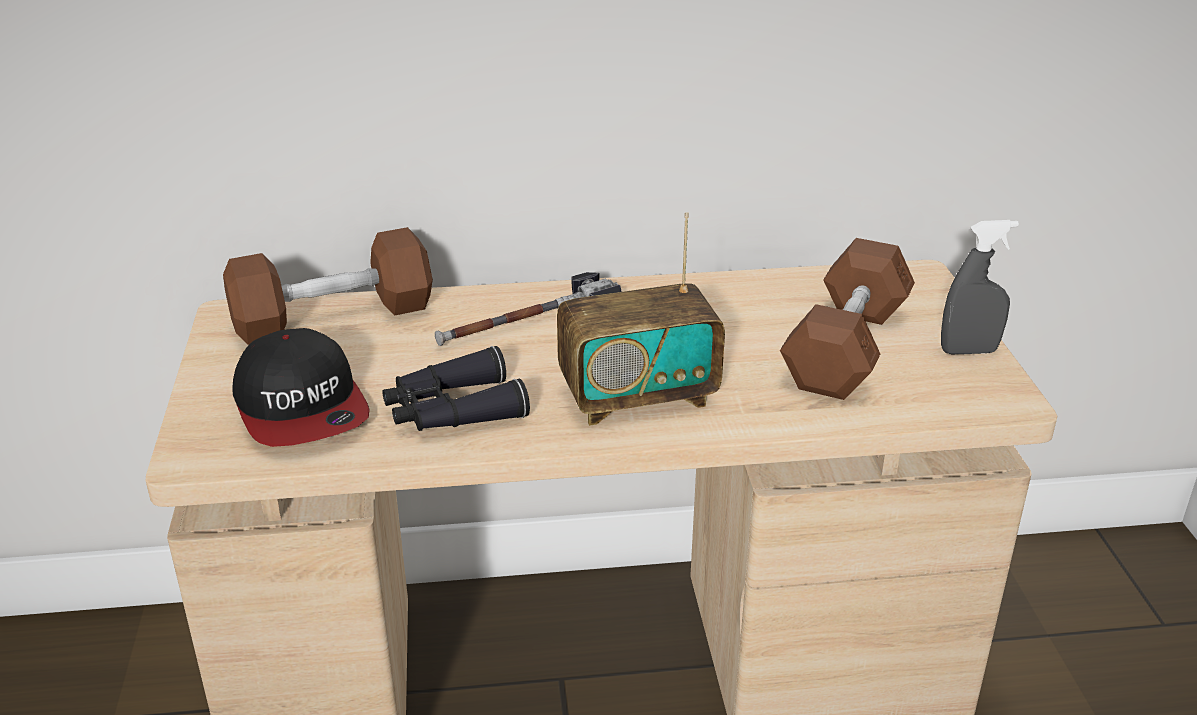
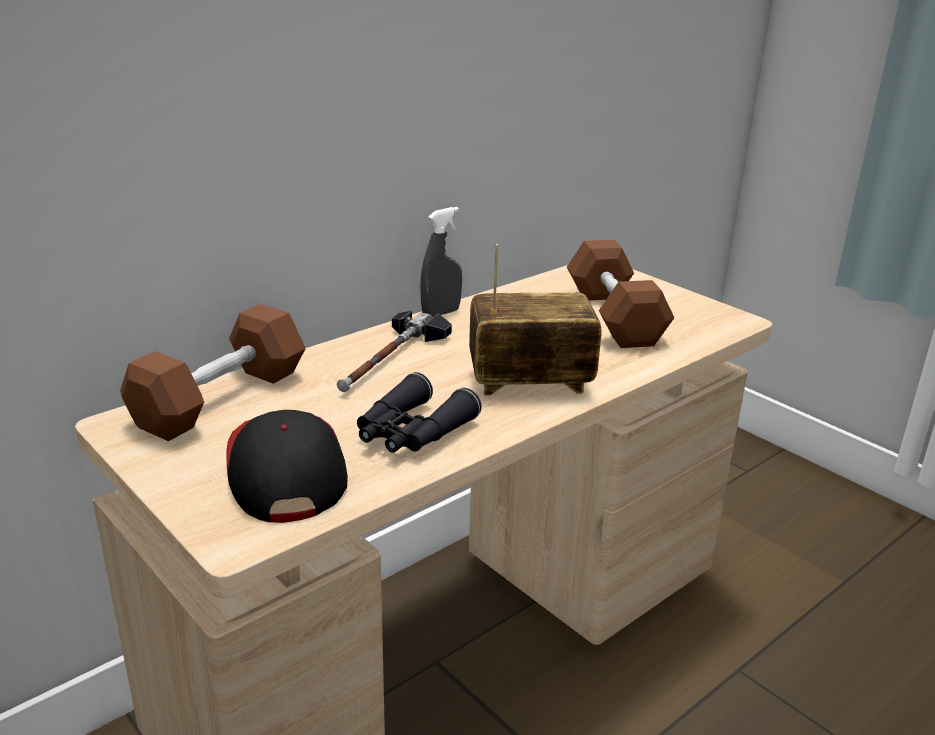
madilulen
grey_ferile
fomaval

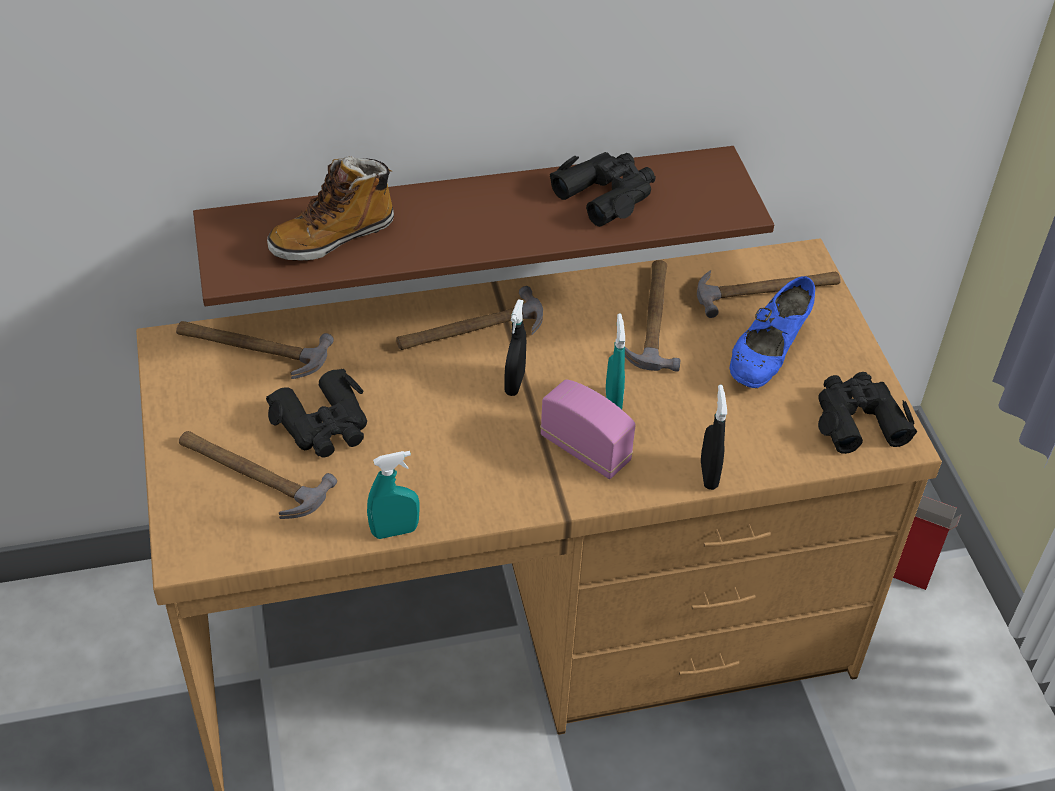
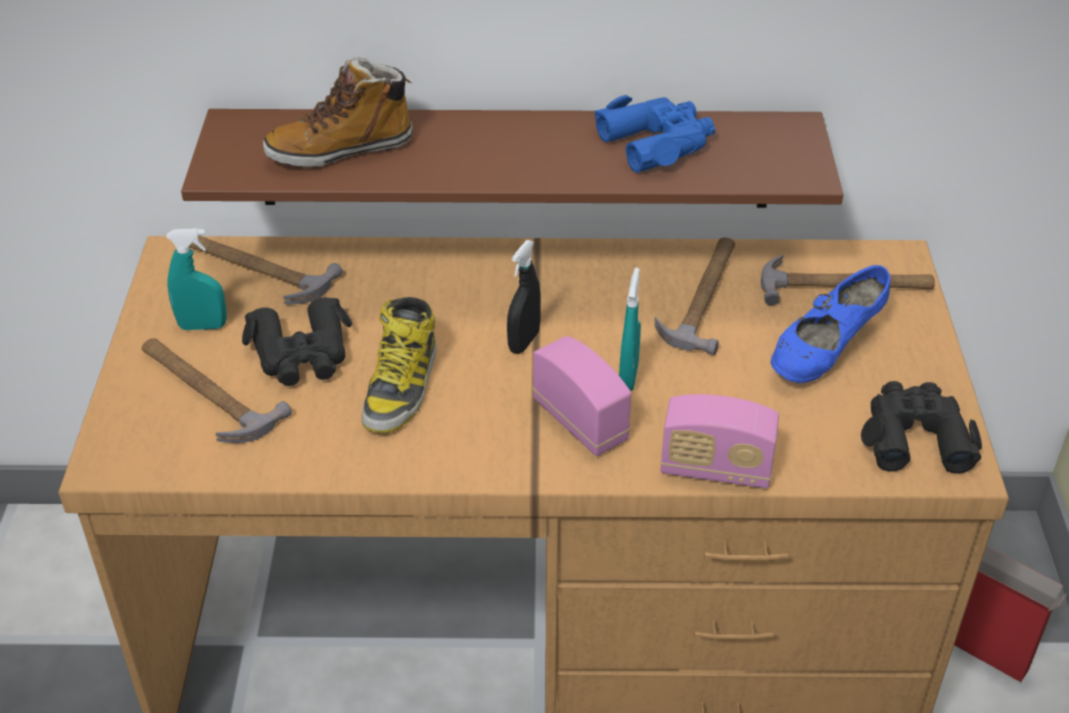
turquoise_ferile (1st from left)
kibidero (2nd from left)
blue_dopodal
fomaval (2nd from left)
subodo (3rd from left in the first image)

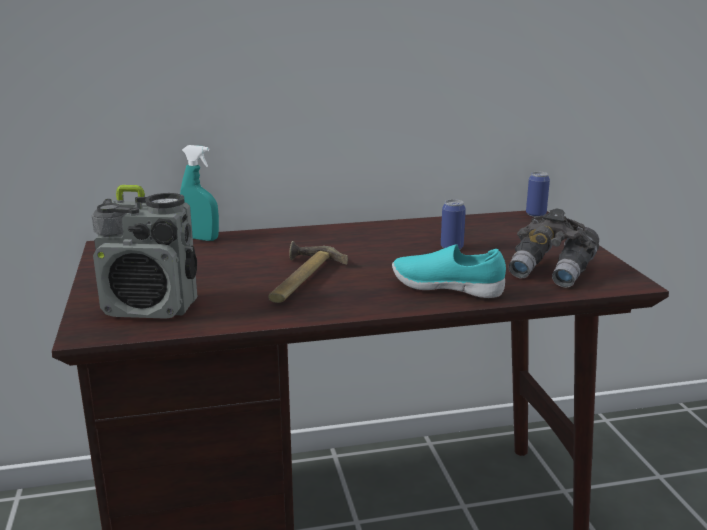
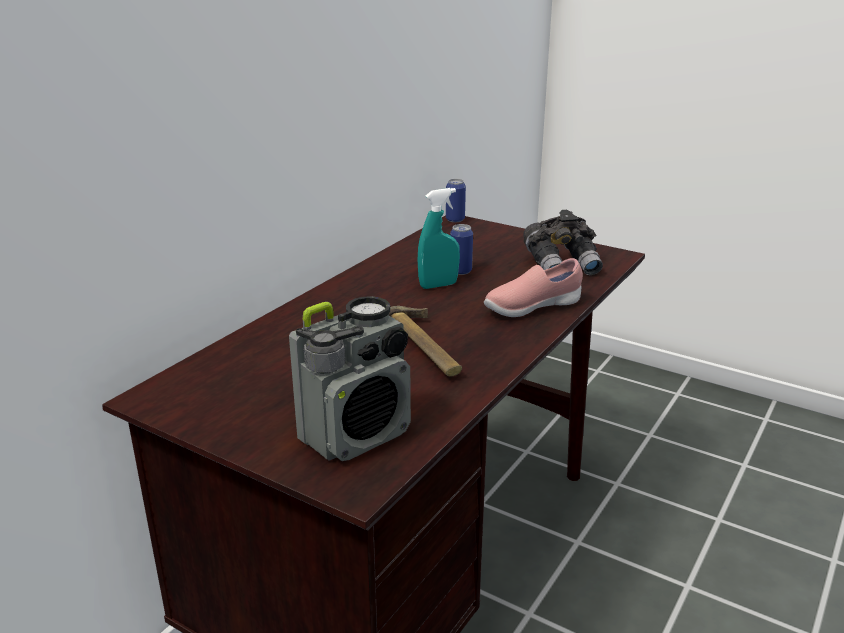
turquoise_ferile
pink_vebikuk

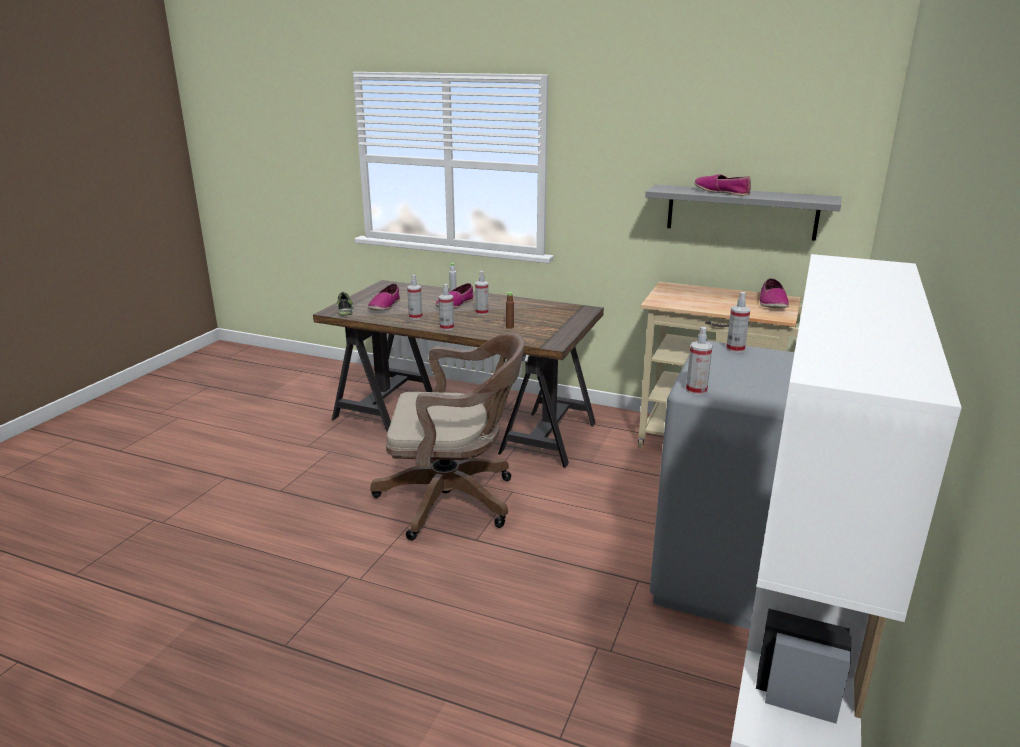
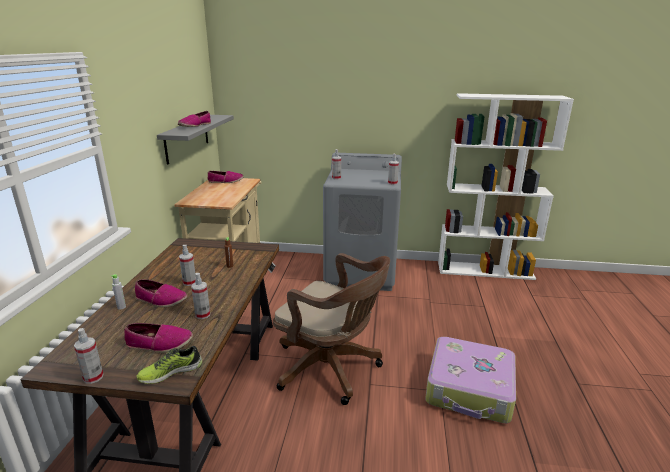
ferile (1st from left)
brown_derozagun
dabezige

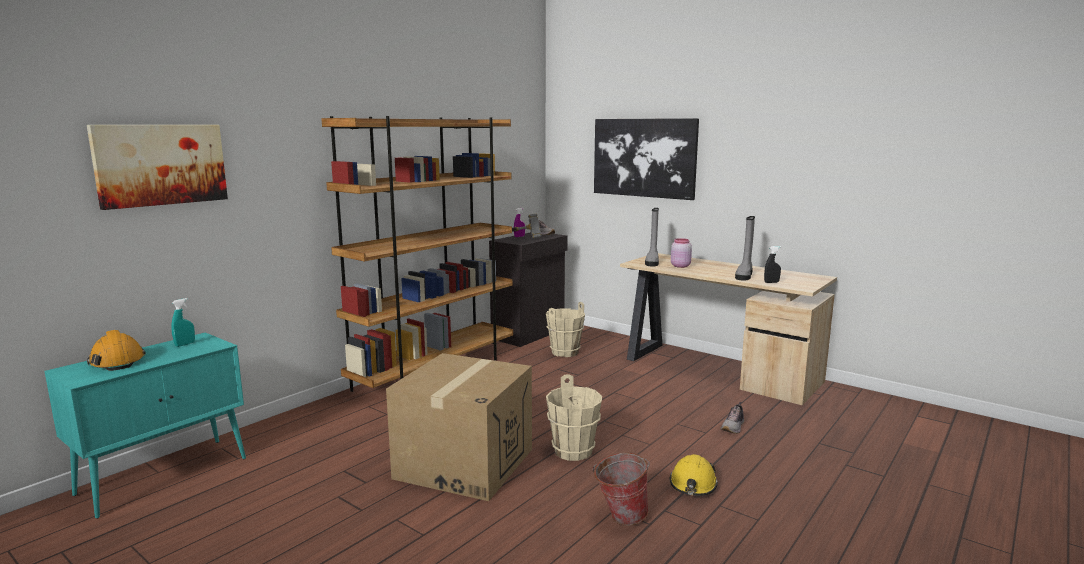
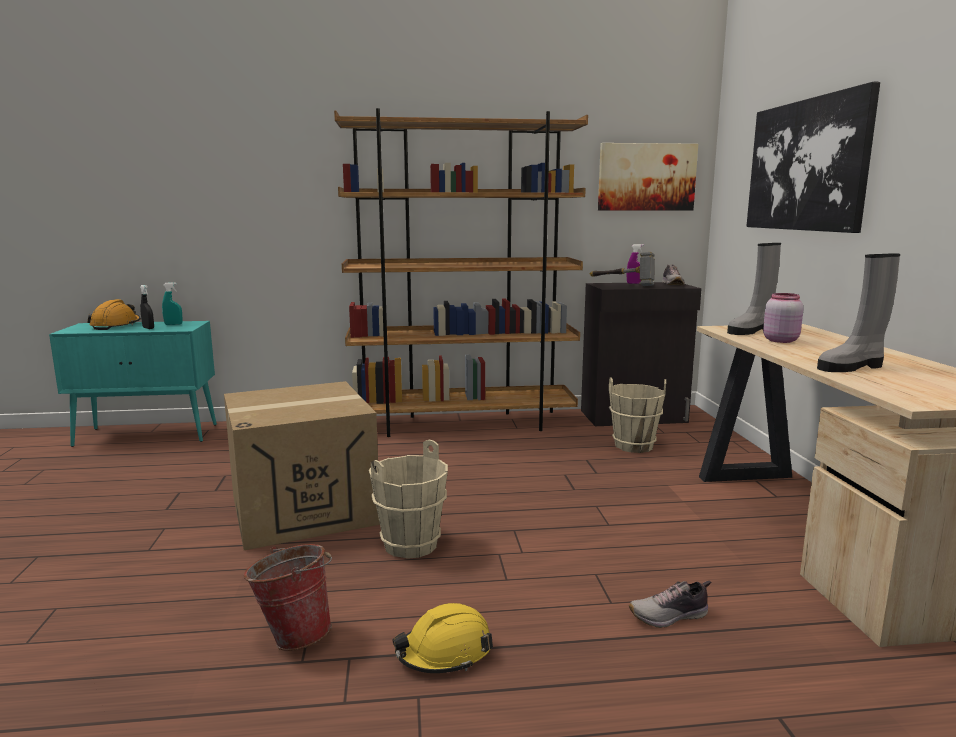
black_ferile
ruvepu (1st from left)

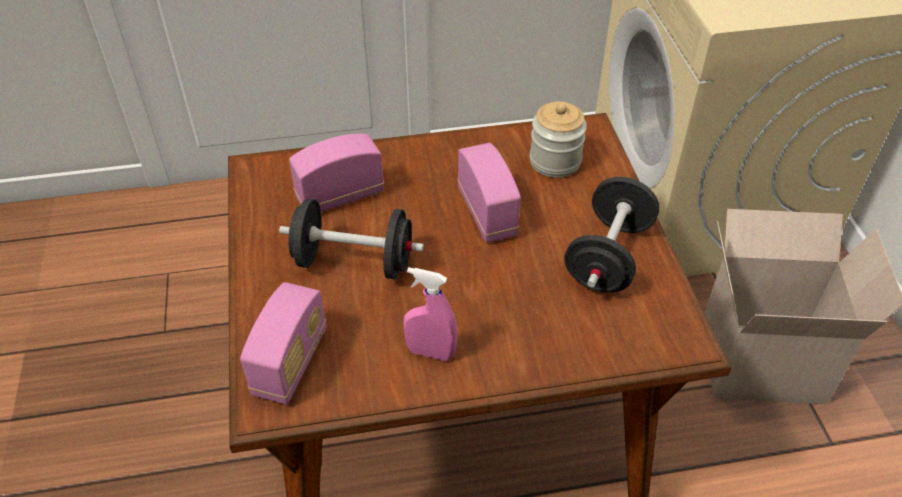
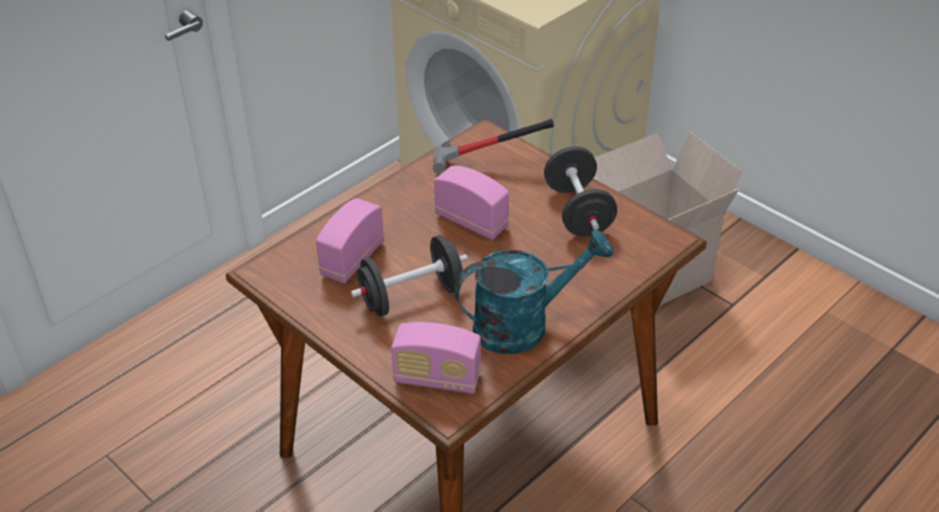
fomaval (2nd from left)
subodo
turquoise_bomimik

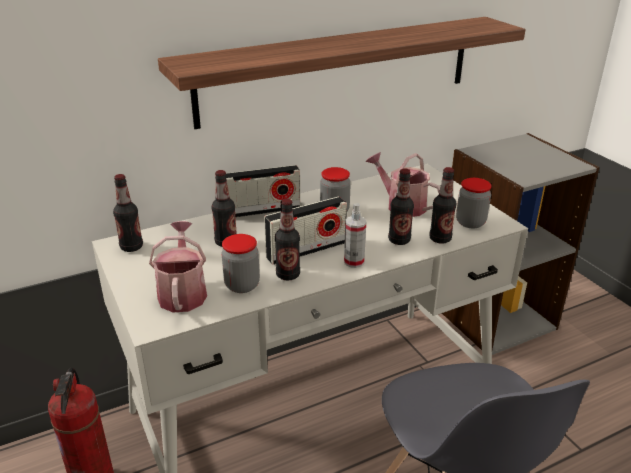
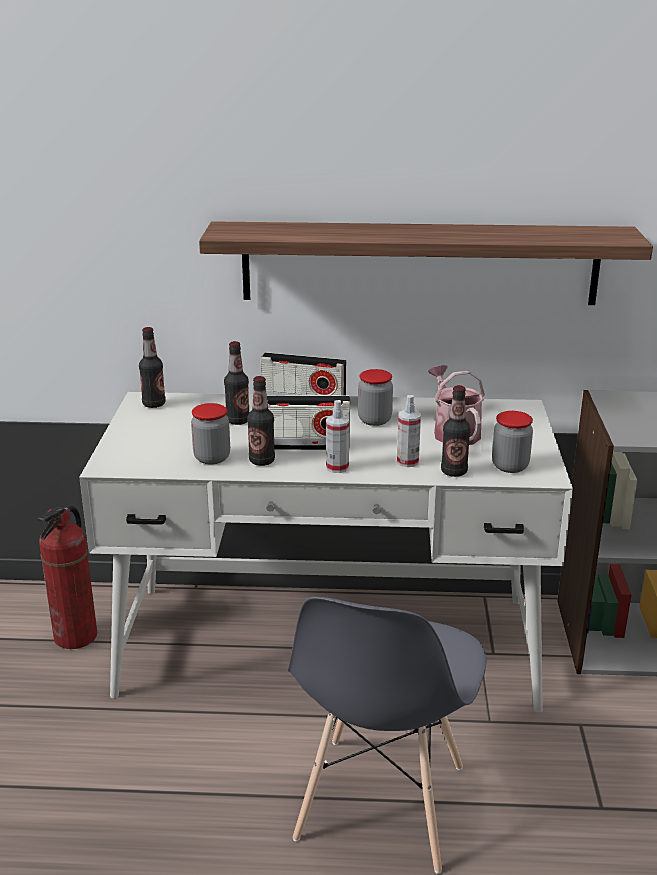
ferile (2nd from left)
bomimik (1st from left in the first image)

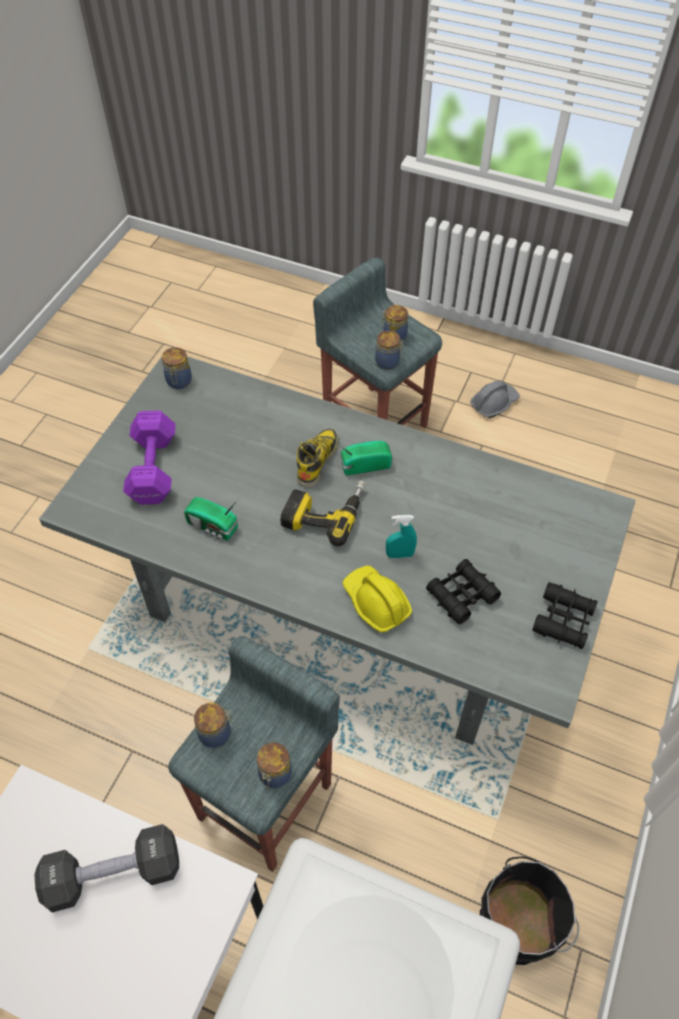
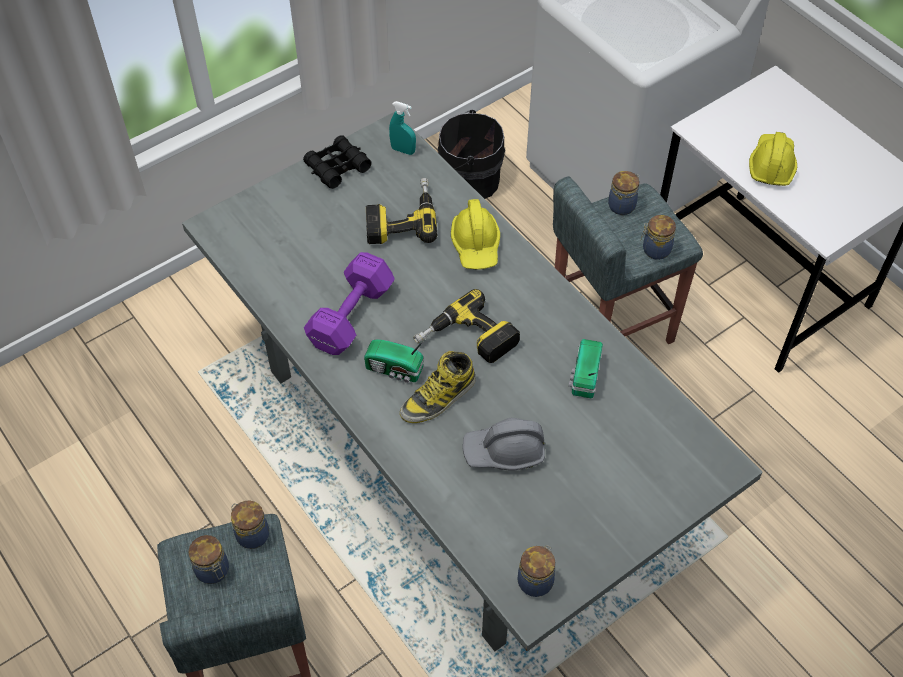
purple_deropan
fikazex (1st from left)
turquoise_ferile
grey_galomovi
fomaval (2nd from left)
yellow_galomovi (2nd from left)

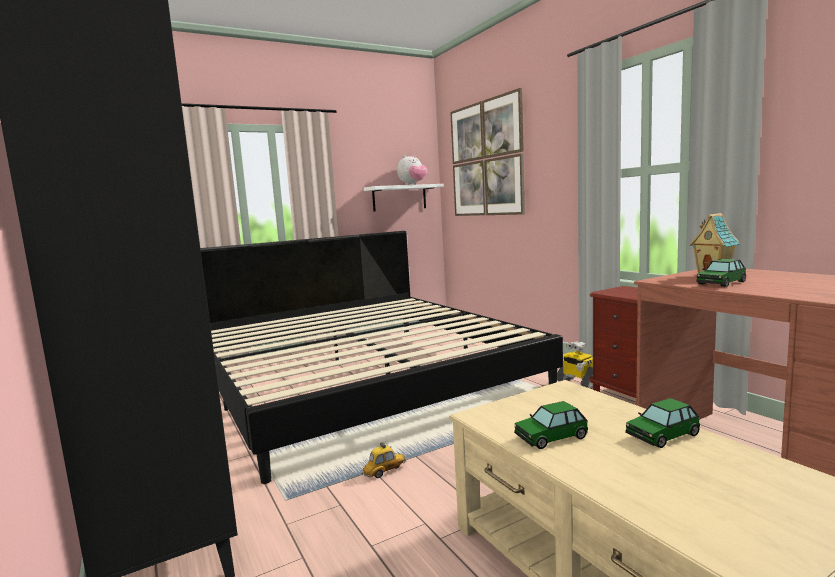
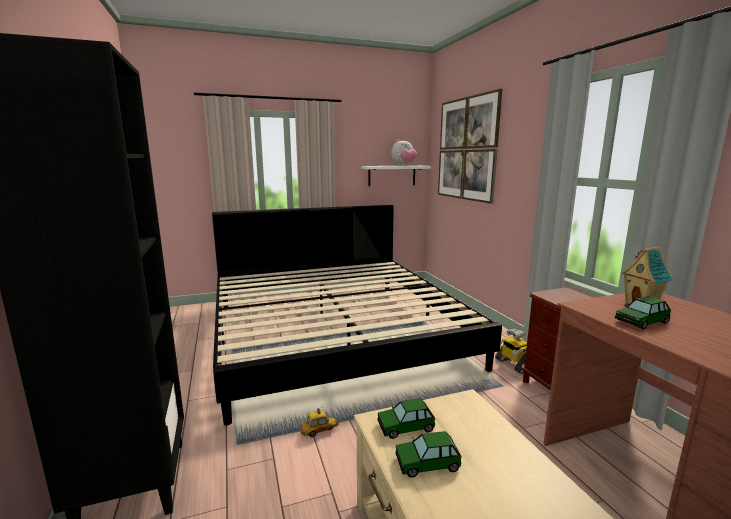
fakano (2nd from left)

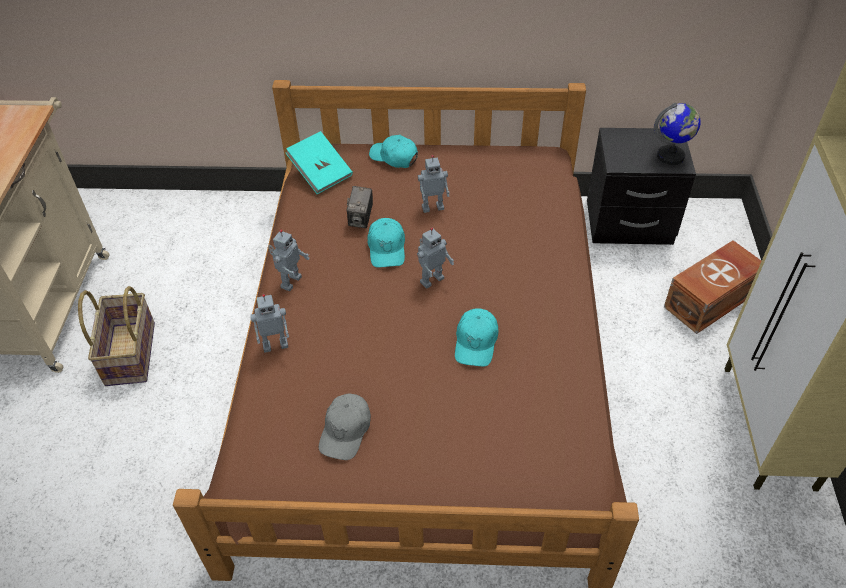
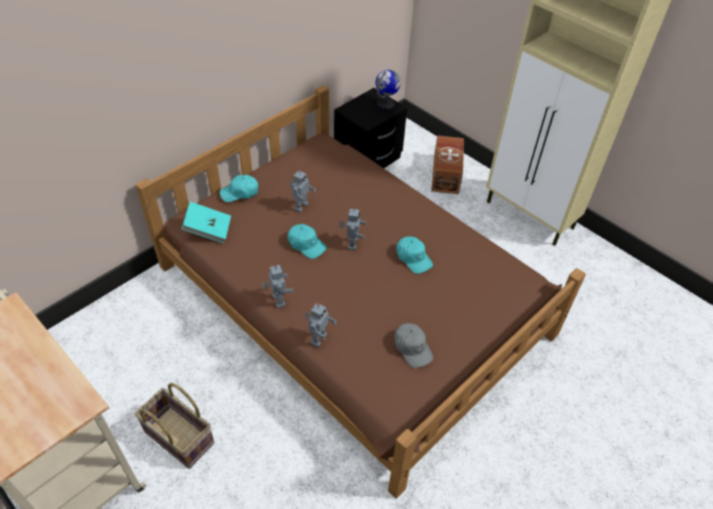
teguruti

